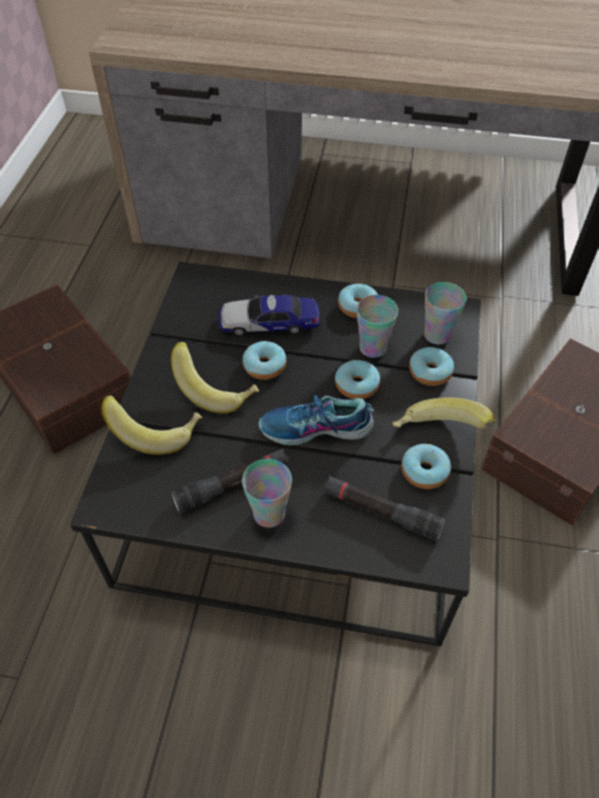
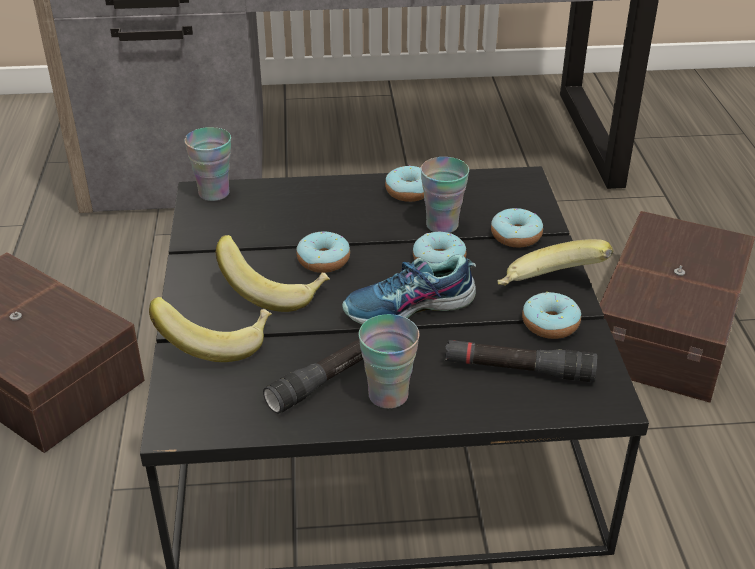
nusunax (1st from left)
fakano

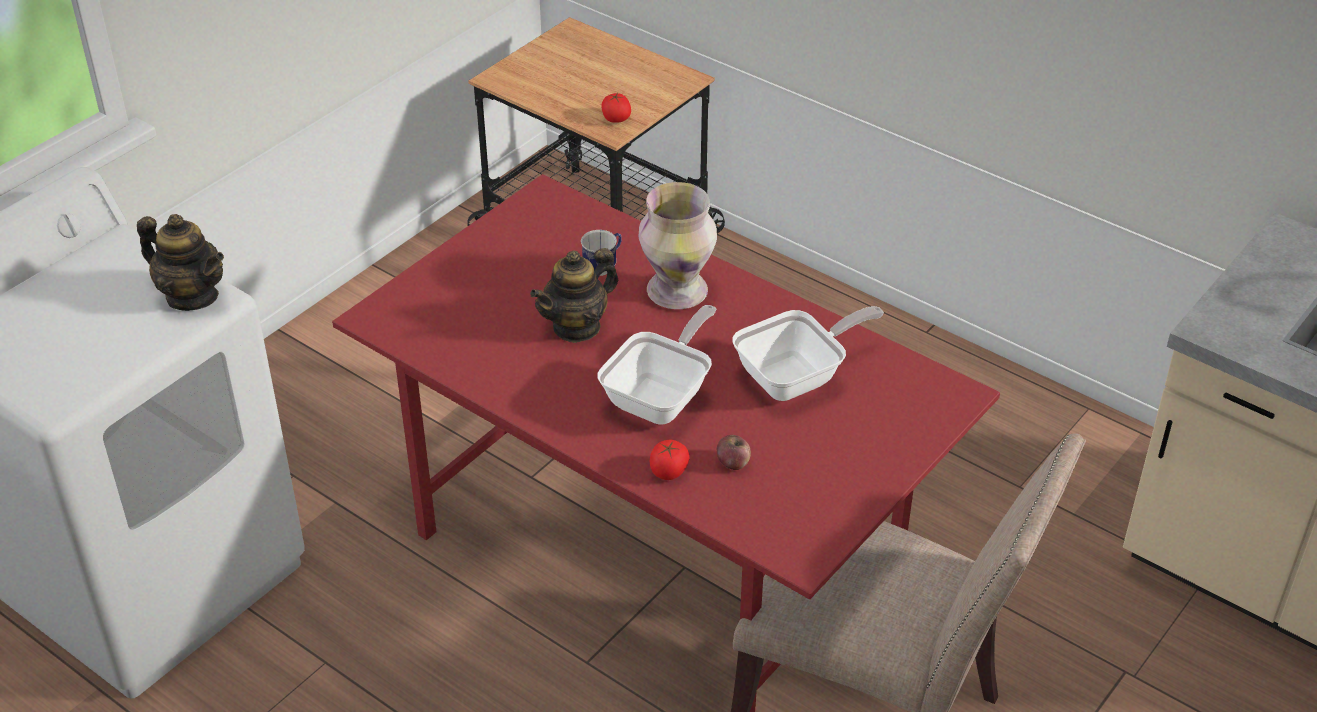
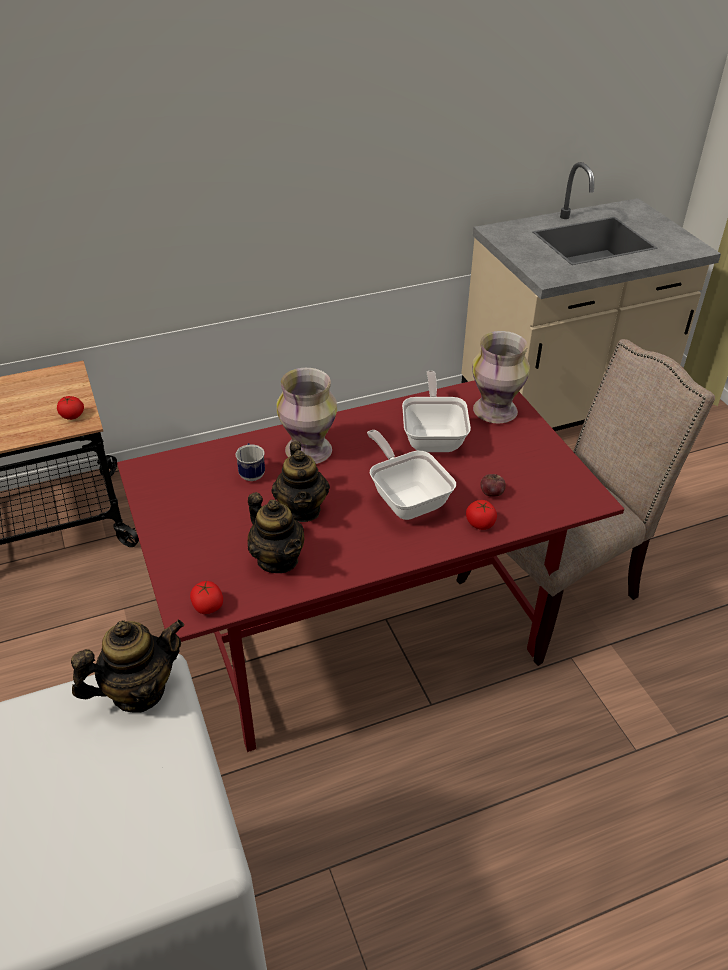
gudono (2nd from left)
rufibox (2nd from left)
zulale (2nd from left)

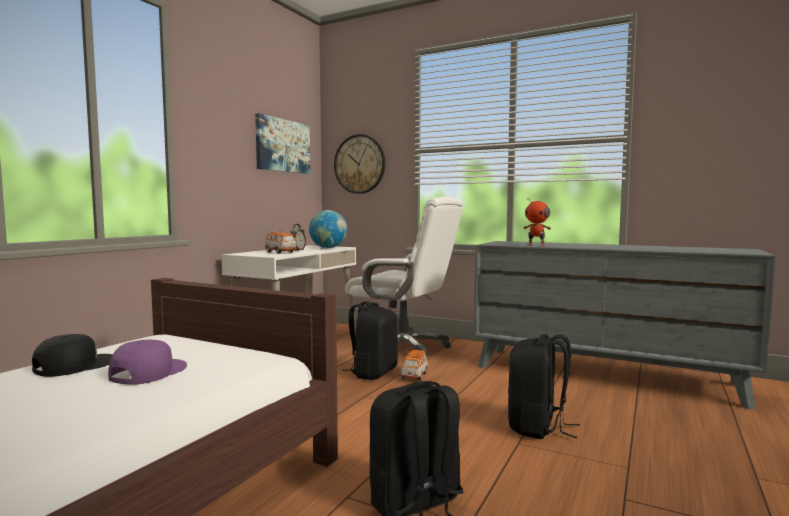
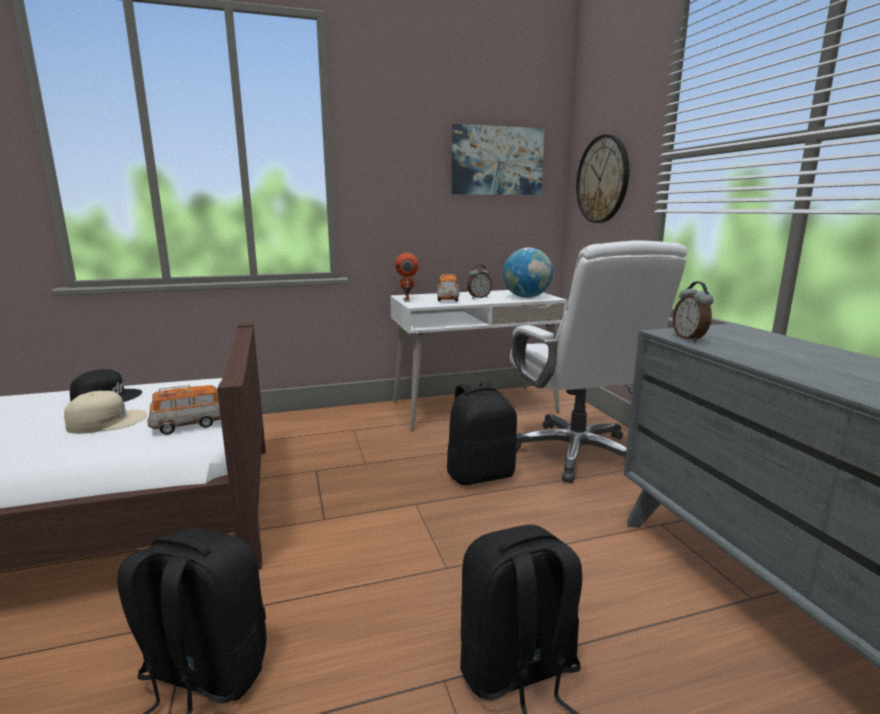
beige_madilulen
fakano (1st from left)
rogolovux
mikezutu (2nd from left)

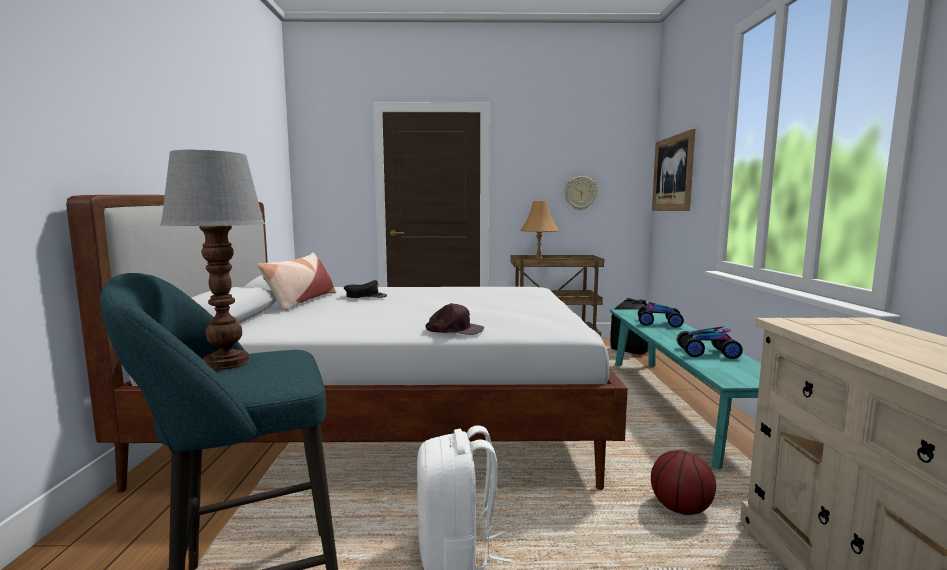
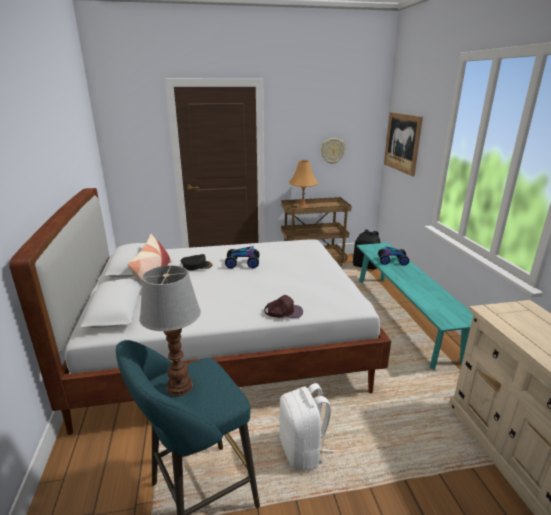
fakano (1st from left)
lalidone

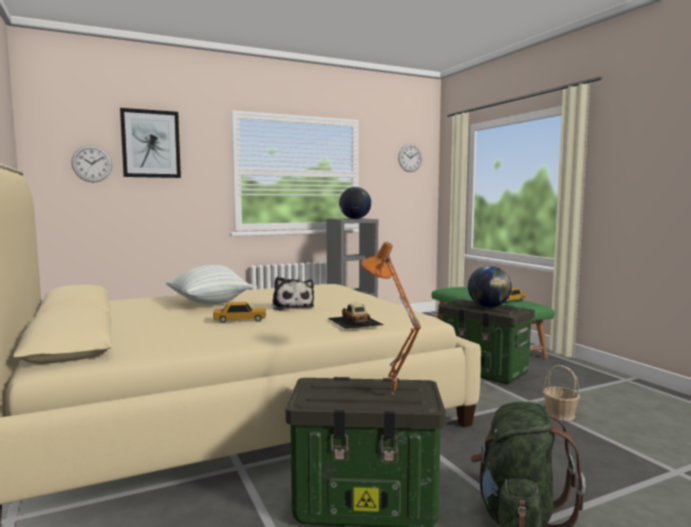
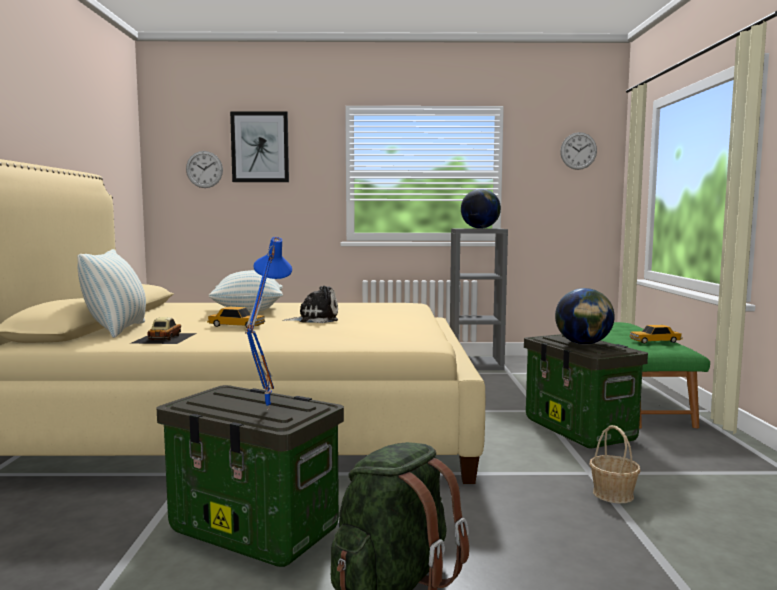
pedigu (1st from left)
fakano (1st from left)
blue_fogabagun
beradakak

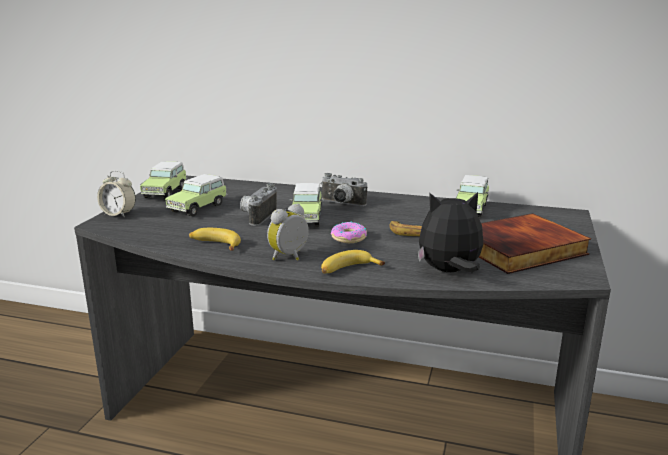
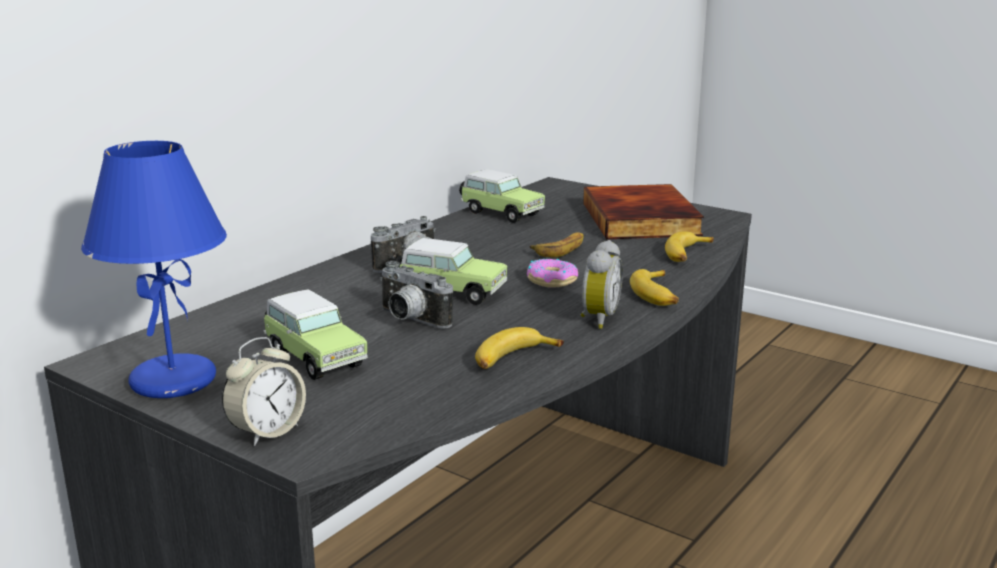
blue_fogabagun
mikezutu (2nd from left)
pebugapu (4th from left)

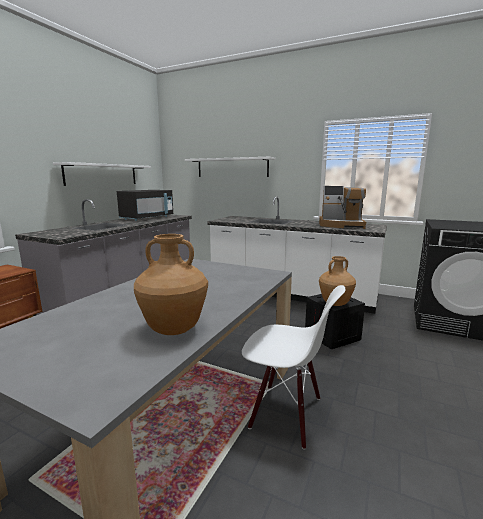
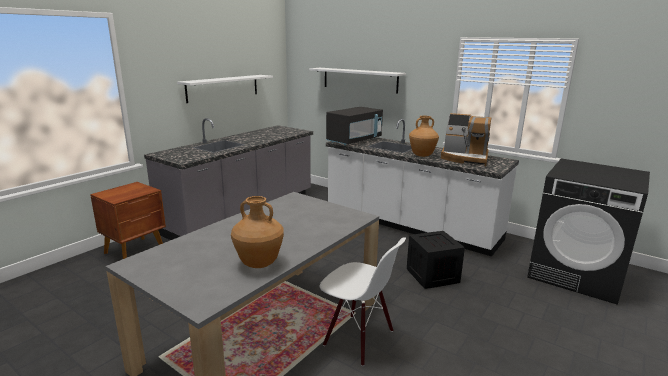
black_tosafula
brown_zulale (2nd from left)

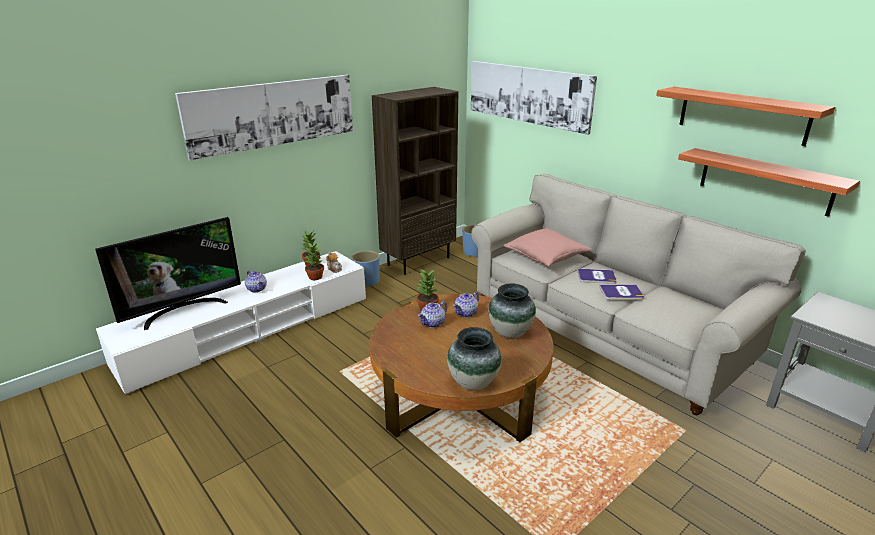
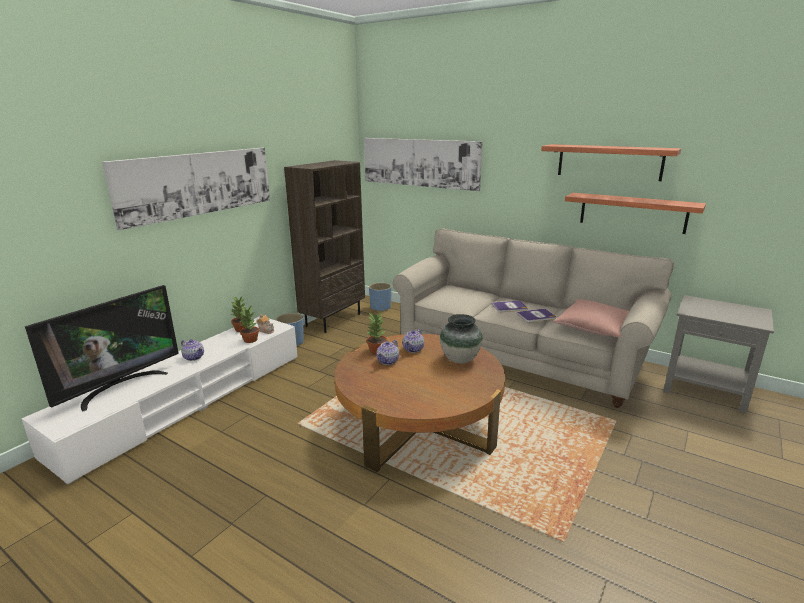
pink_pedigu
zulale (1st from left in the first image)

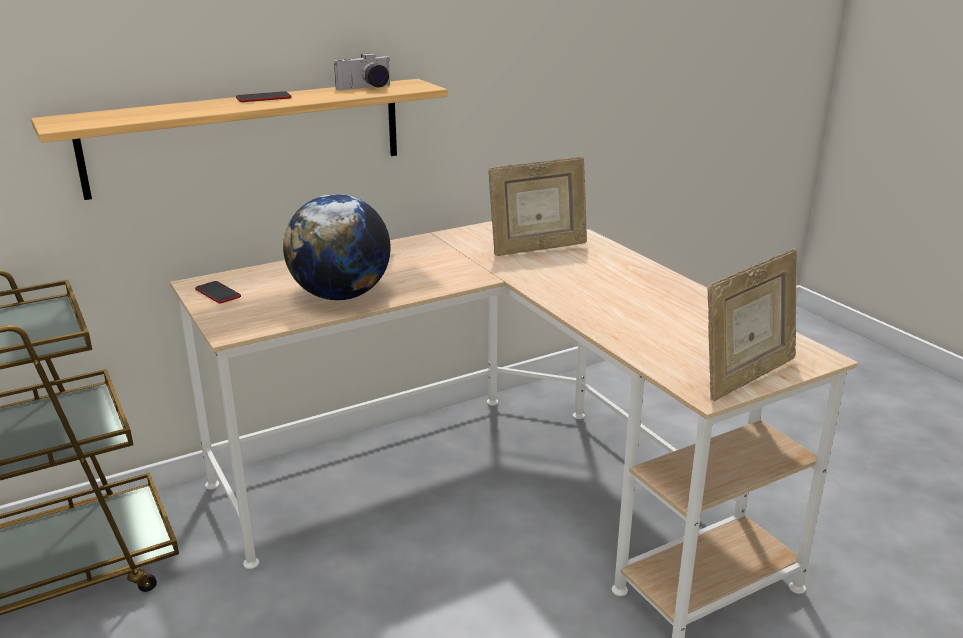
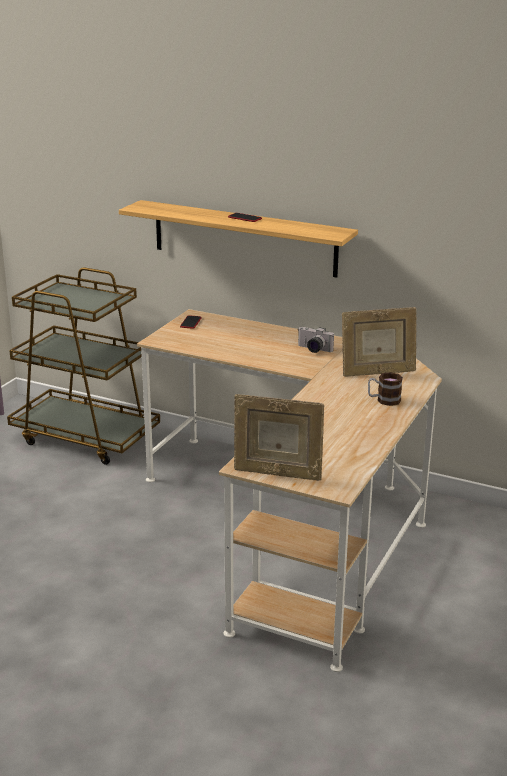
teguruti
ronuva (2nd from left)
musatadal
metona

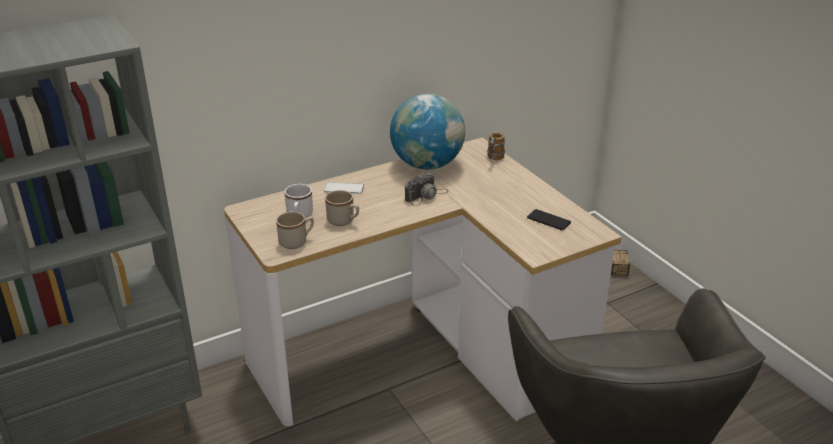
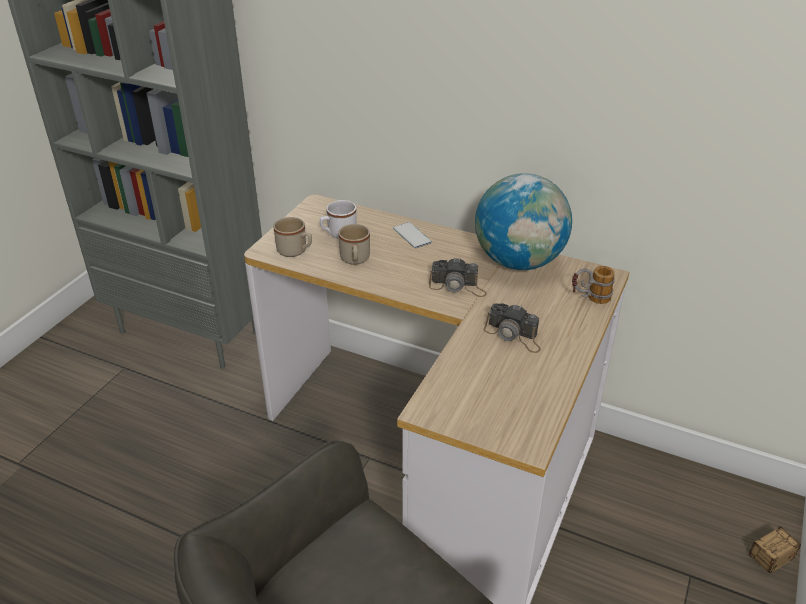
teguruti (2nd from left)
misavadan (2nd from left in the first image)

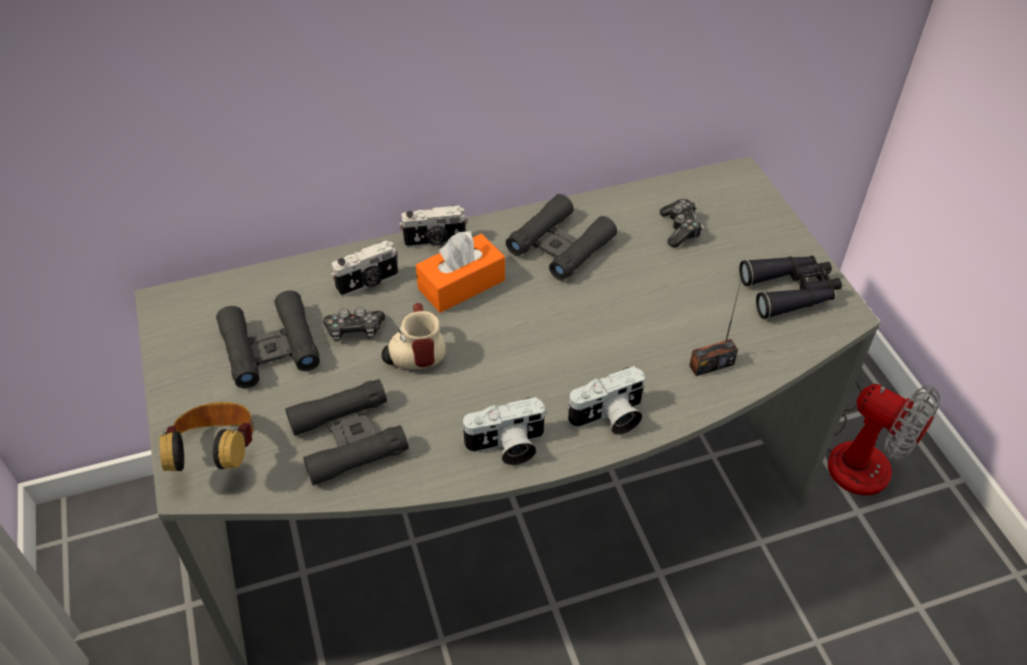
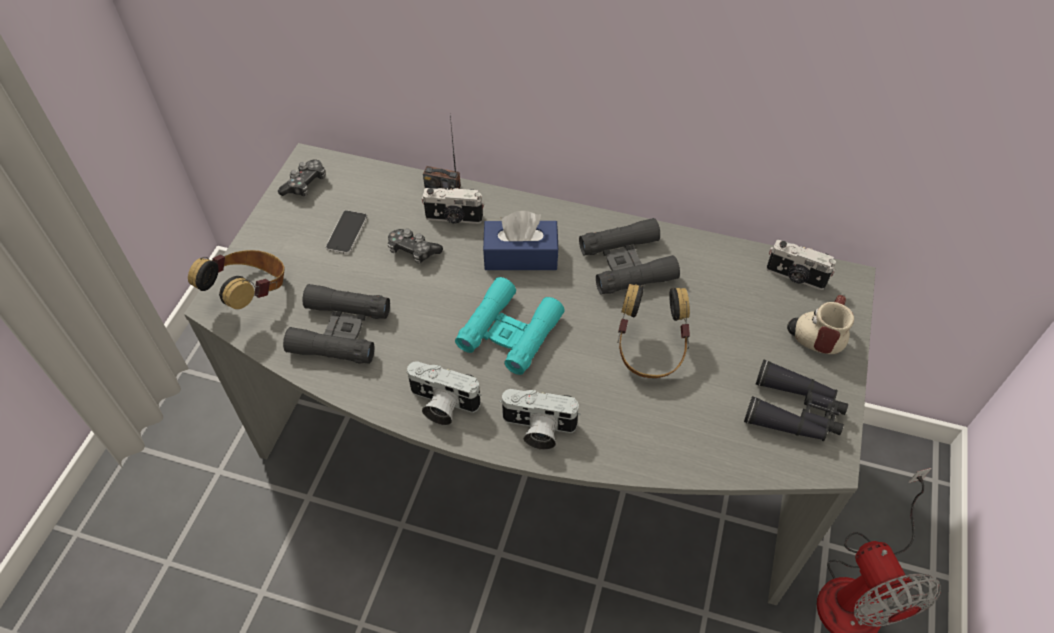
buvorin (1st from left)
misavadan
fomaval
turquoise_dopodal
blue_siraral
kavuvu (2nd from left)
teguruti (4th from left)
musatadal

